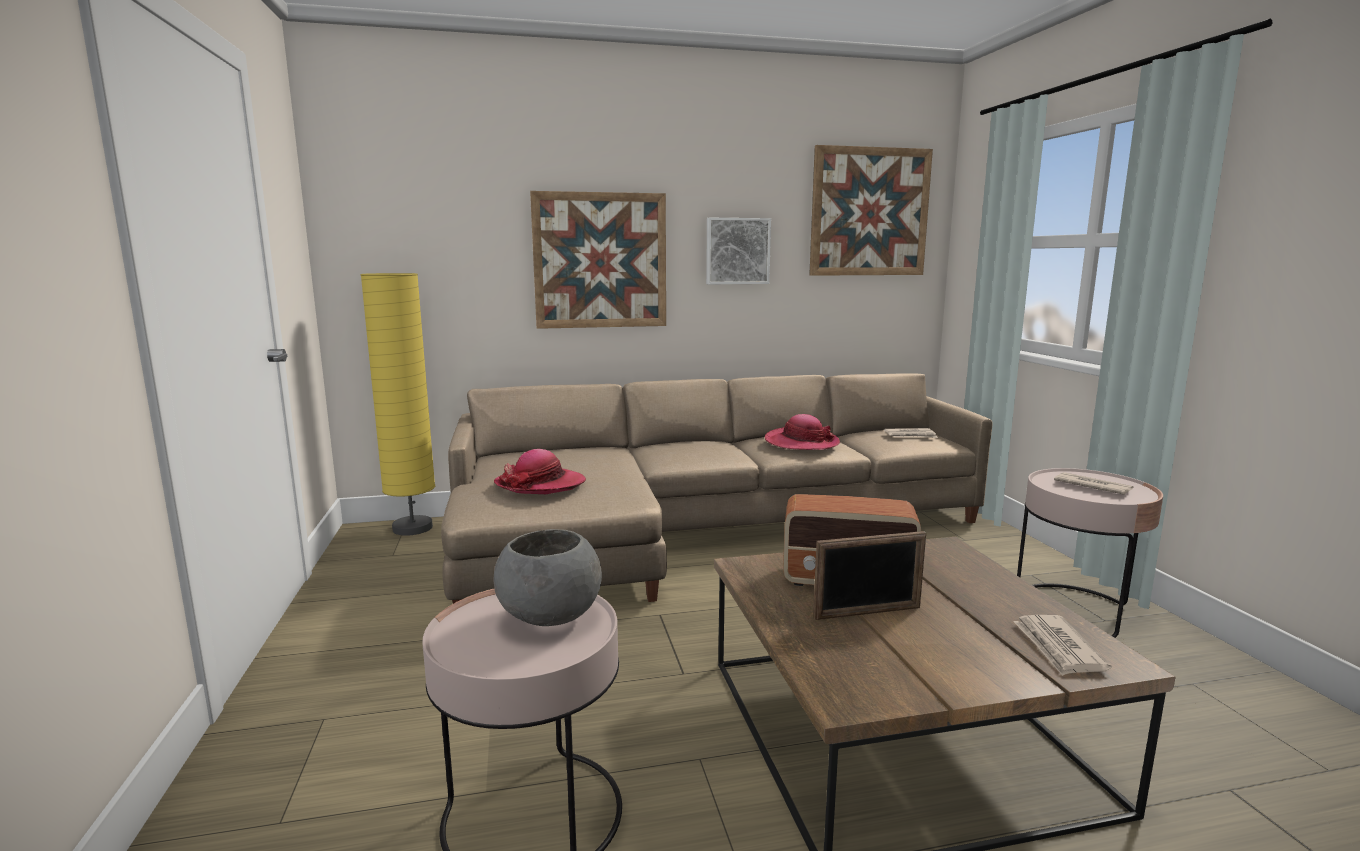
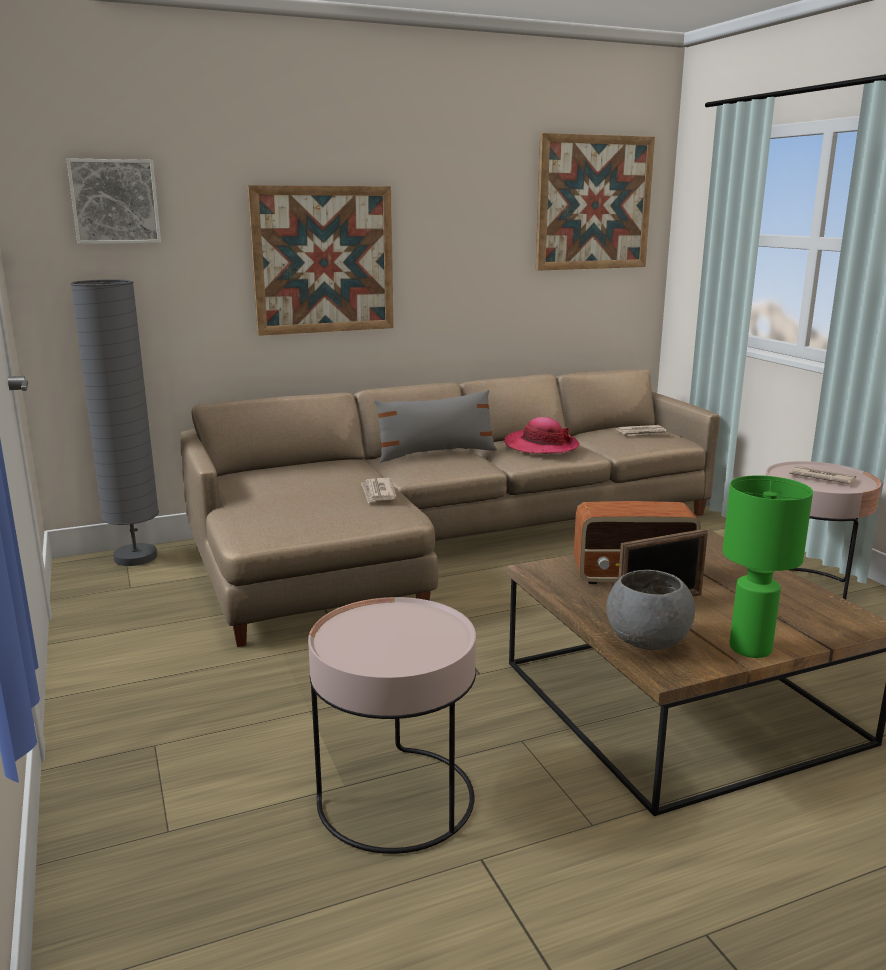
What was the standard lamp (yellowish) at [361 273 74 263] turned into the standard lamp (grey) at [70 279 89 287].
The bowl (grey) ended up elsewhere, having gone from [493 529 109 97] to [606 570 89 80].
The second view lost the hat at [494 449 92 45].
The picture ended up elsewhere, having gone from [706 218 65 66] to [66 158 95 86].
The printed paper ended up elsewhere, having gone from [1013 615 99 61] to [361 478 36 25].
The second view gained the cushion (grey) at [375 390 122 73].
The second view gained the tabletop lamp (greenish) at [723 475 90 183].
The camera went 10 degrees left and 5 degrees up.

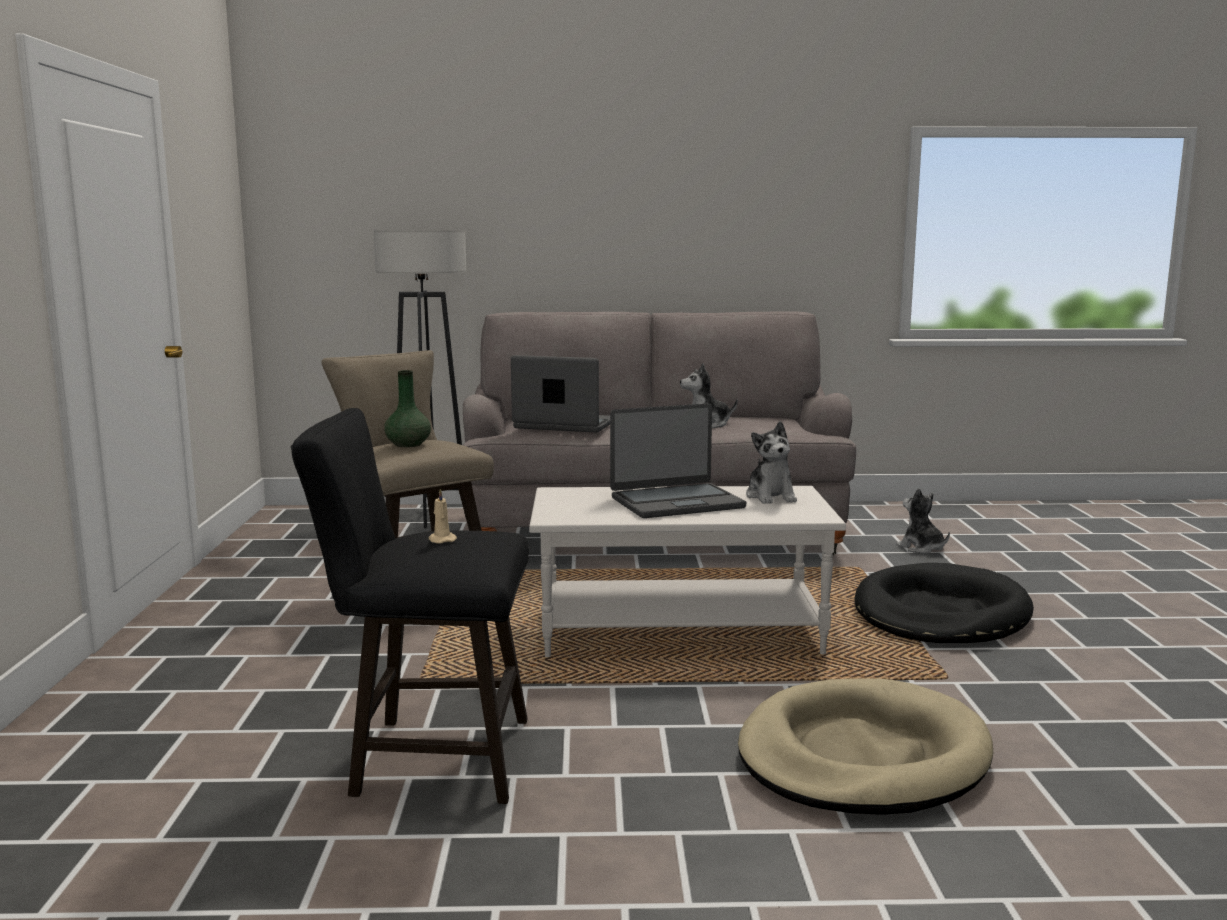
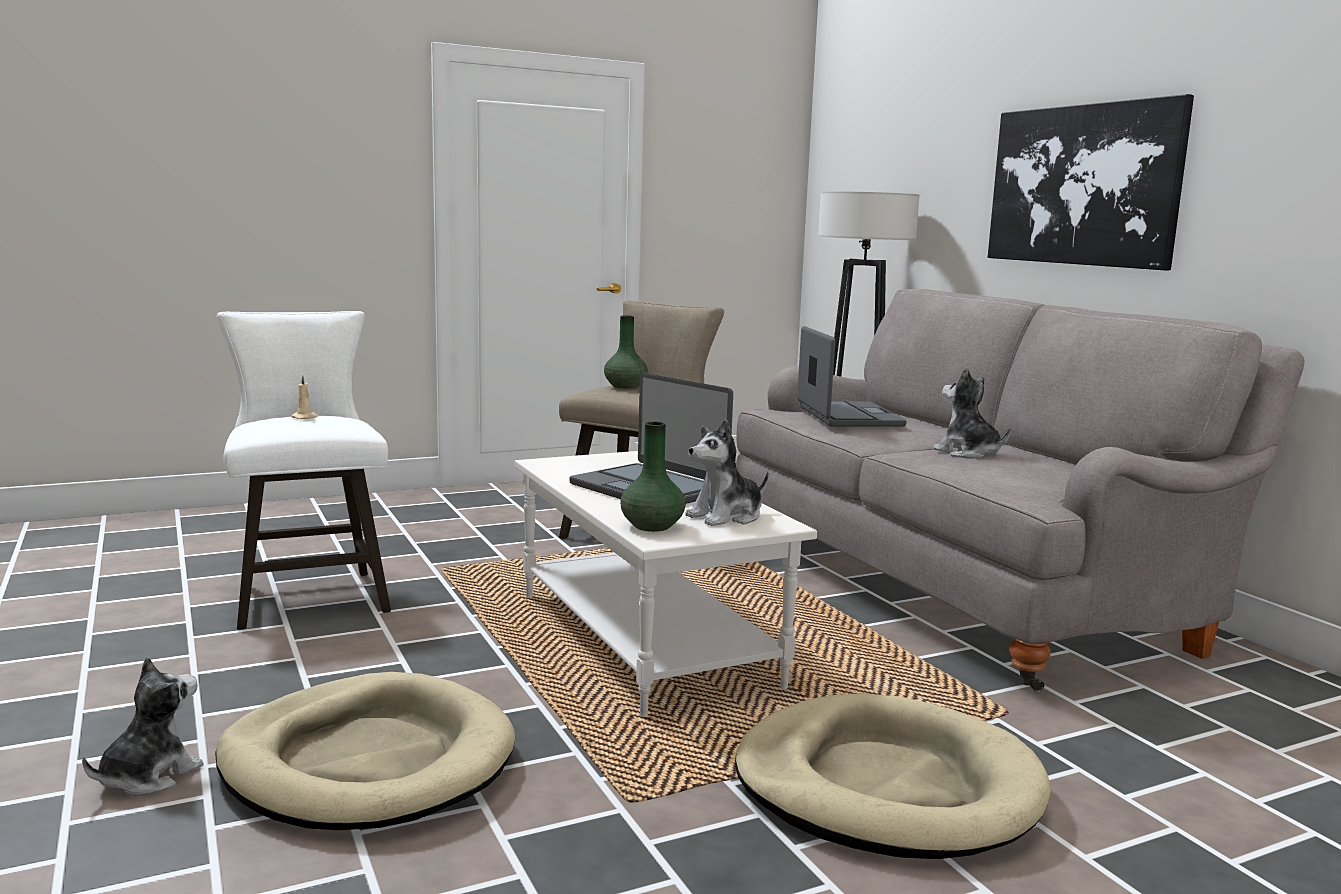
What was the sitting stool (blackish) at [291 408 238 396] turned into the sitting stool (white) at [217 311 174 319].
What was the pet bed (blackish) at [854 563 180 80] turned into the pet bed (beige-coloured) at [735 693 316 166].
The plush toy ended up elsewhere, having gone from [896 488 54 66] to [82 657 122 139].
The second view gained the decorative vase (greenish) at [620 421 66 111].
The second view gained the picture at [988 94 206 177].
The camera went 65 degrees right and 0 degrees up.

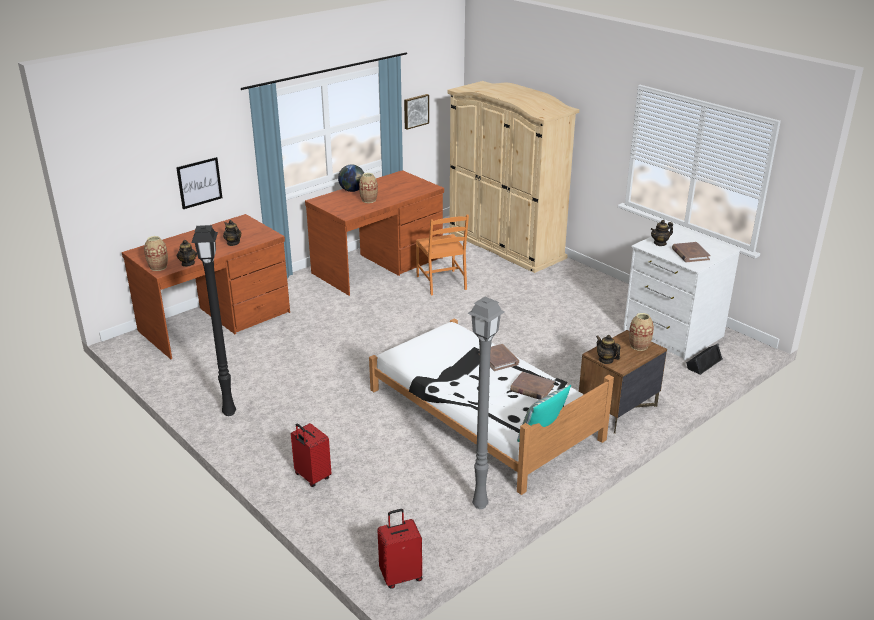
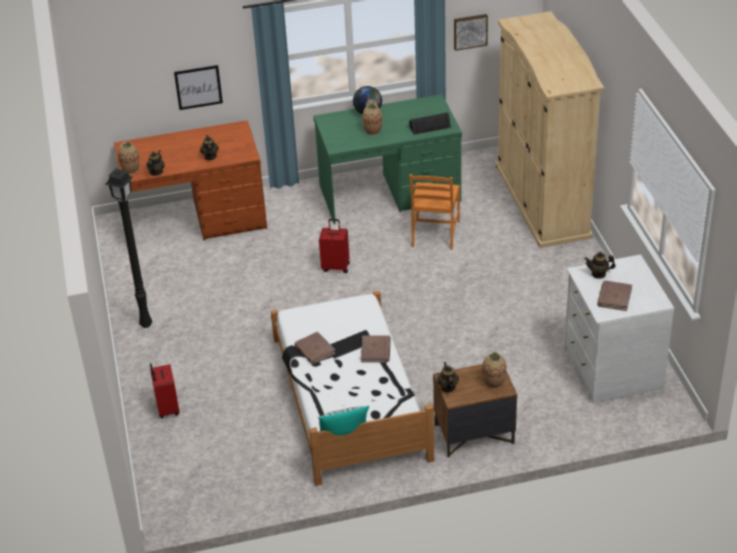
What was the desk table (brown) at [305 170 139 126] turned into the desk table (greenish) at [313 94 149 130].
The travel case (reddish) ended up elsewhere, having gone from [377 509 45 80] to [319 219 31 54].
The second view lost the standard lamp (grey) at [467 297 37 212].
The book (brown) ended up elsewhere, having gone from [510 372 45 28] to [294 332 41 33].
The audio speaker (blackish) ended up elsewhere, having gone from [686 344 37 31] to [409 112 42 23].
The camera went 30 degrees right and 10 degrees up.

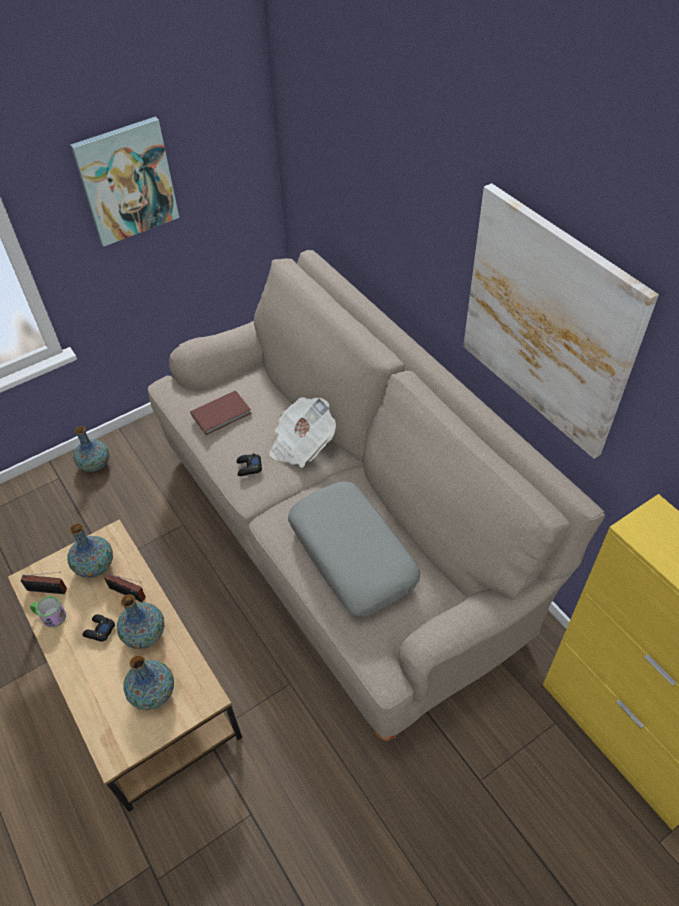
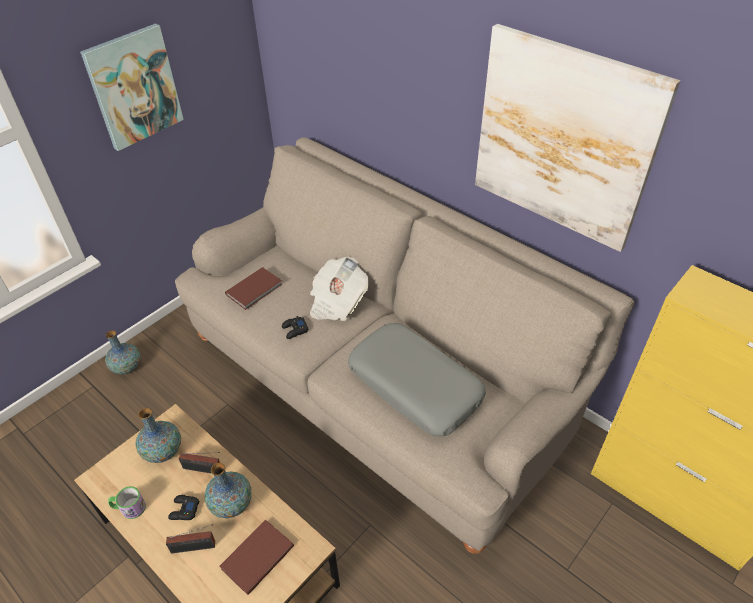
The radio set ended up elsewhere, having gone from [20 572 47 22] to [166 524 49 29].
Where the decorative vase stood at [123 655 51 55], the book (brown) came to stand at [220 520 74 75].
The camera went 15 degrees left and 5 degrees down.

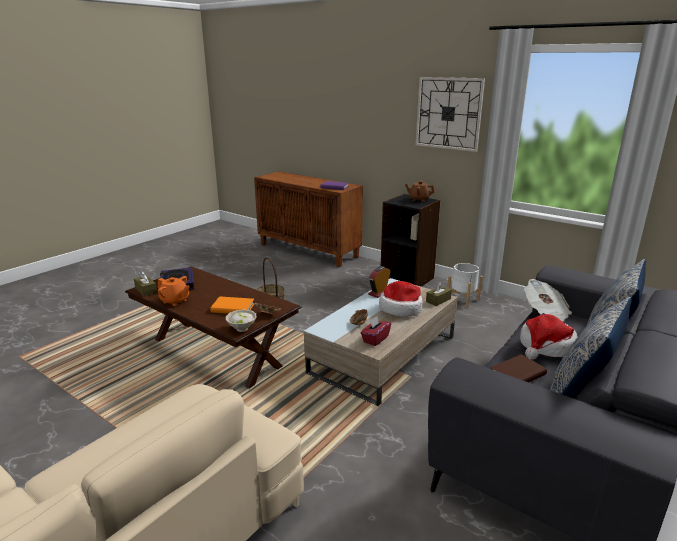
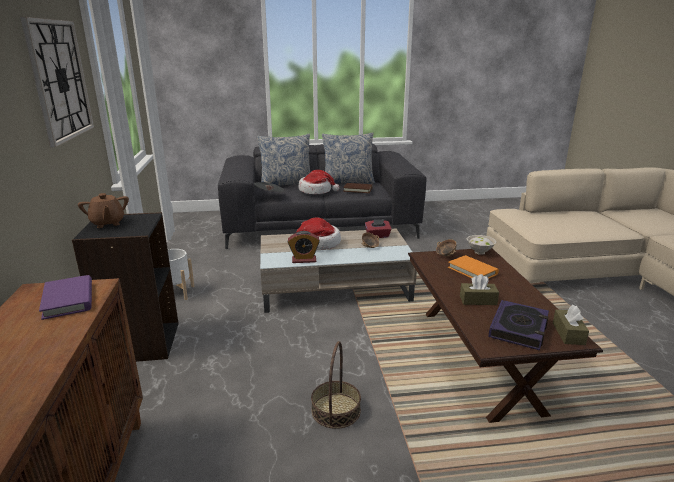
The second view lost the tea pot (orange-coloured) at [158 276 32 30].
The box of tissues (brown) ended up elsewhere, having gone from [426 282 26 24] to [460 274 39 31].
The camera went 135 degrees left and 0 degrees up.

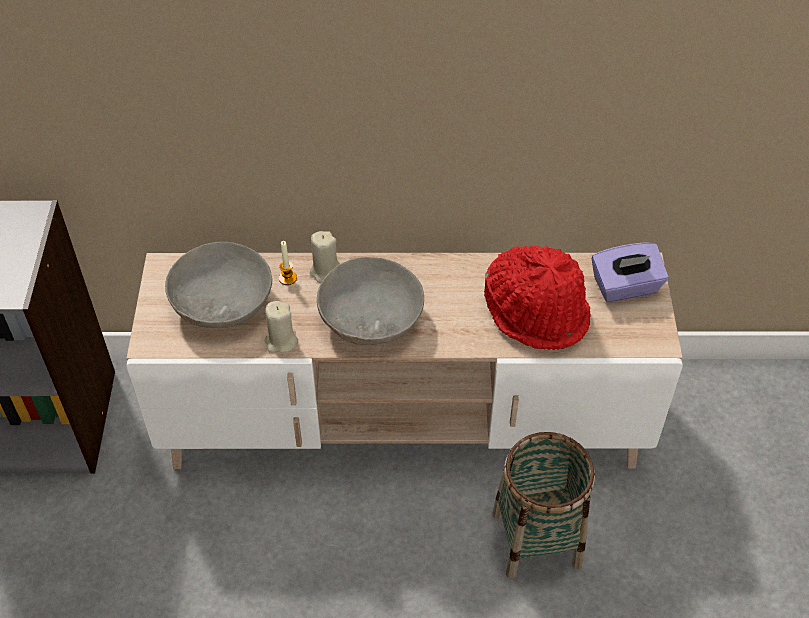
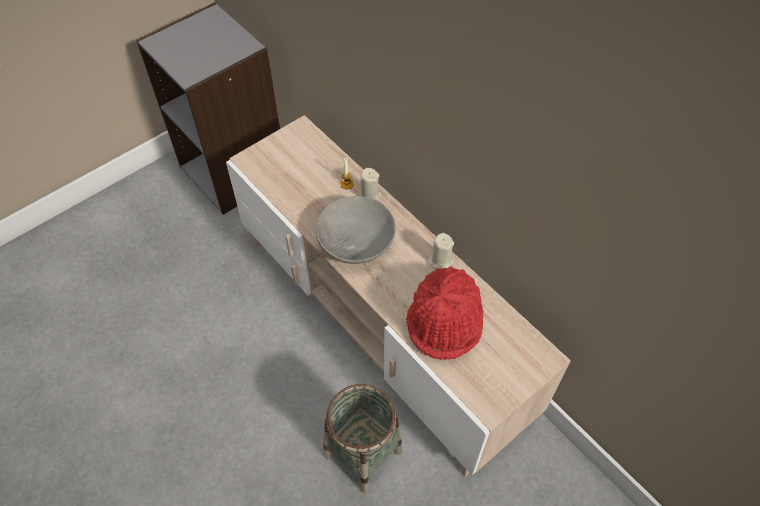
The second view lost the bowl (grey) at [165 242 107 86].
The wax light (beige-coloured) ended up elsewhere, having gone from [265 301 33 52] to [427 233 27 36].
The second view lost the box of tissues (purple-coloured) at [592 242 77 60].
The camera went 50 degrees right and 5 degrees up.

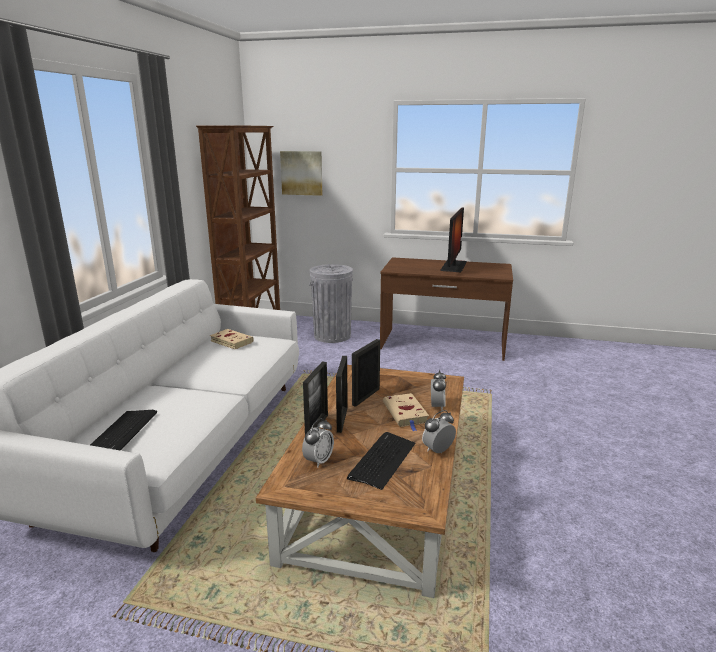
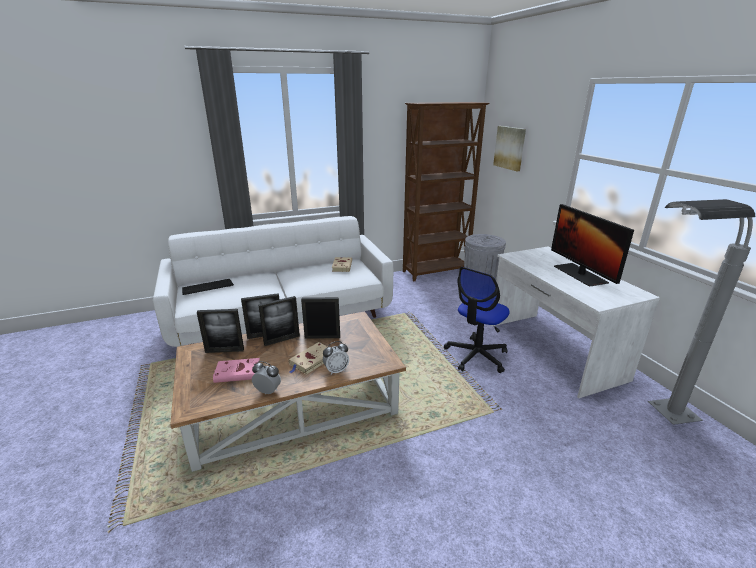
Where the table clock stood at [302 418 32 50], the picture frame came to stand at [197 309 47 44].
Where the keyboard stood at [347 432 68 58], the book (pinkish) came to stand at [213 358 47 25].
What was the desk table (brown) at [380 257 133 104] turned into the desk table (white) at [490 246 170 152].
The monitor at [440 207 27 65] ended up facing another way, 90 degrees clockwise from before.
The second view gained the computer chair at [444 267 66 106].
The second view gained the standard lamp (grey) at [648 199 107 226].
The camera went 55 degrees right and 5 degrees up.

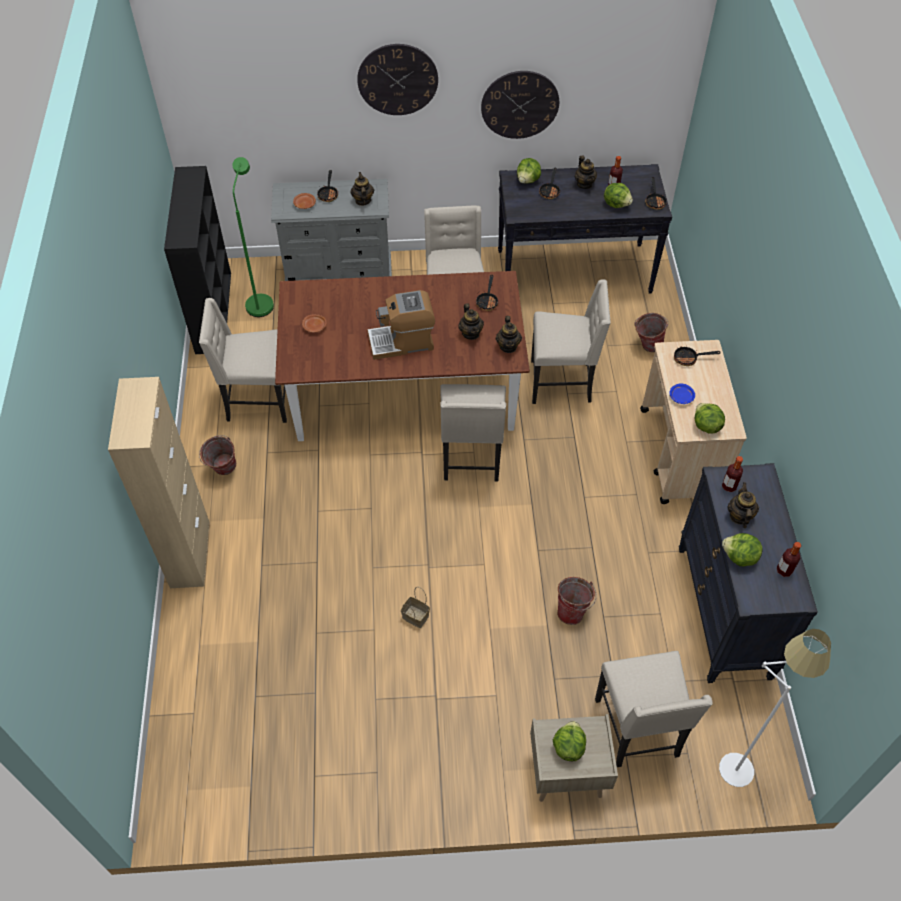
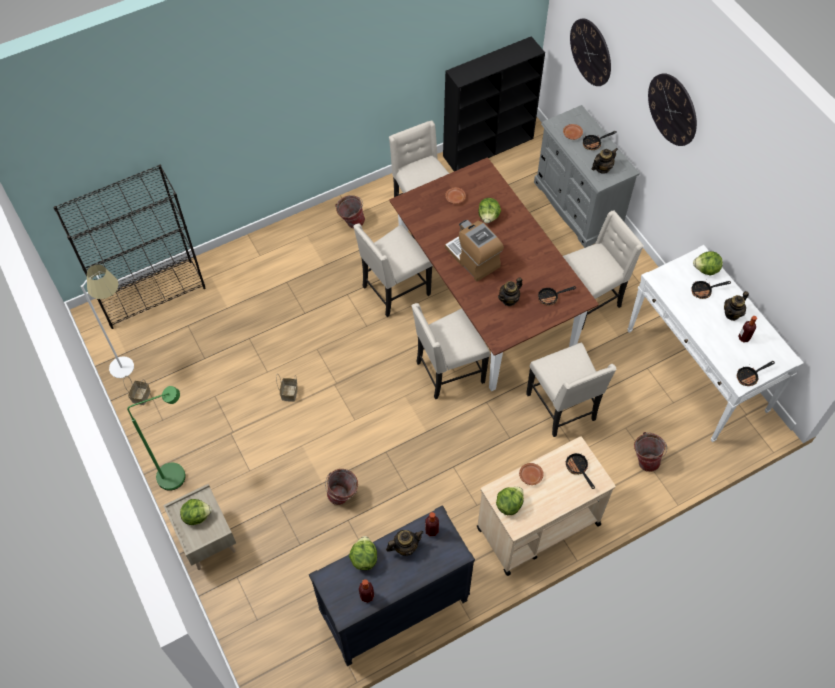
The second view lost the cabinet (beige-coloured) at [108 377 102 211].
The standard lamp (greenish) ended up elsewhere, having gone from [232 157 42 160] to [127 386 59 105].
The clock on the wall ended up elsewhere, having gone from [481 71 78 68] to [570 18 41 68].
The second view lost the tea pot at [495 316 27 37].
What was the console table (blackish) at [498 164 174 129] turned into the console table (white) at [627 245 177 197].
The chair (beige-coloured) ended up elsewhere, having gone from [595 651 118 116] to [353 224 80 93].
The lettuce ended up elsewhere, having gone from [604 183 29 25] to [478 198 23 25].
What was the dinner plate (blue) at [669 383 26 21] turned into the dinner plate (brown) at [519 463 25 22].
The standard lamp (white) ended up elsewhere, having gone from [719 629 112 158] to [81 264 53 114].
The second view gained the bookcase (blackish) at [53 165 153 164].
The second view gained the household basket at [123 376 27 29].
The camera went 65 degrees right and 5 degrees up.

